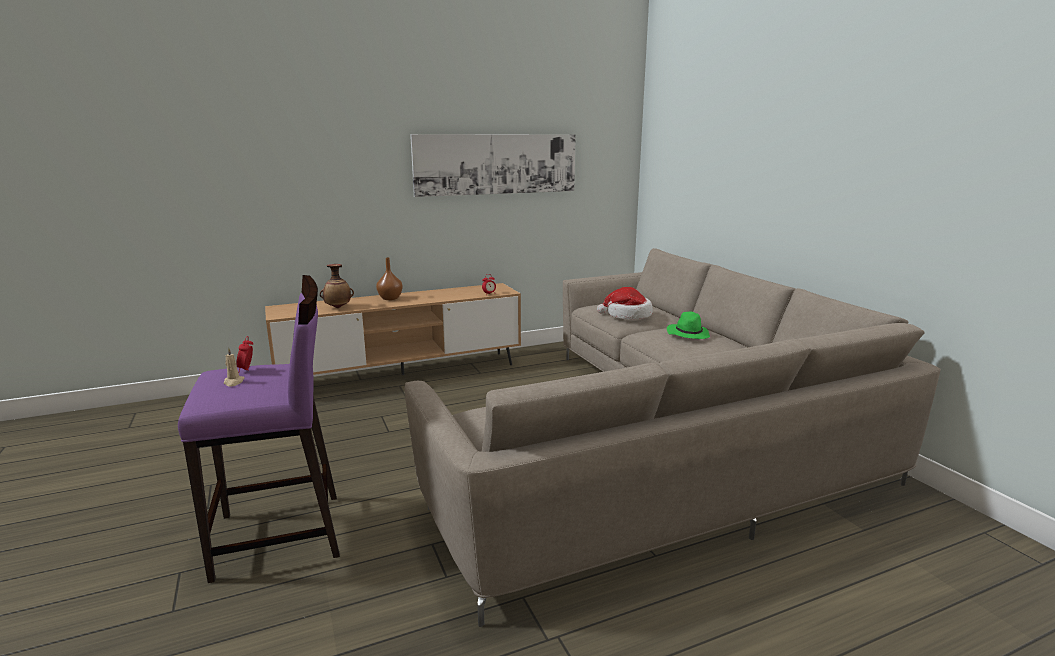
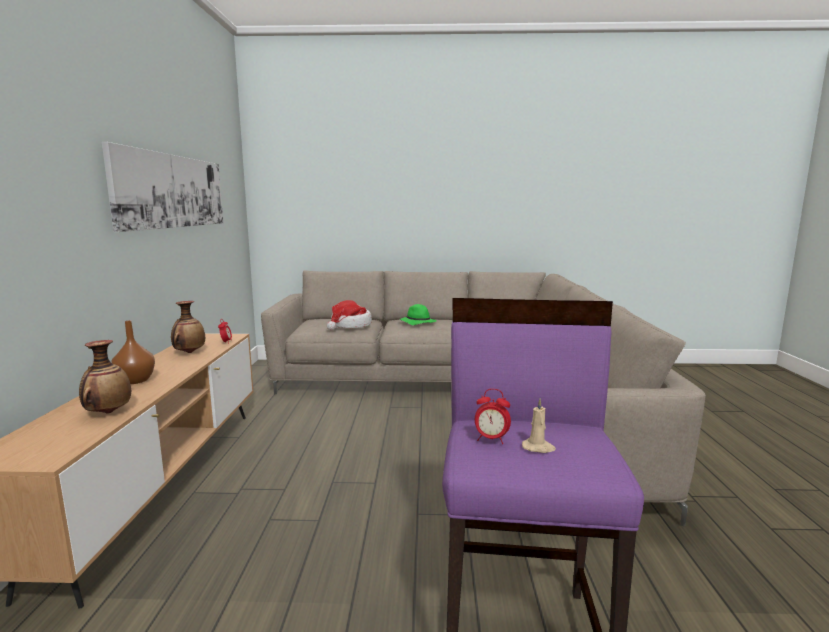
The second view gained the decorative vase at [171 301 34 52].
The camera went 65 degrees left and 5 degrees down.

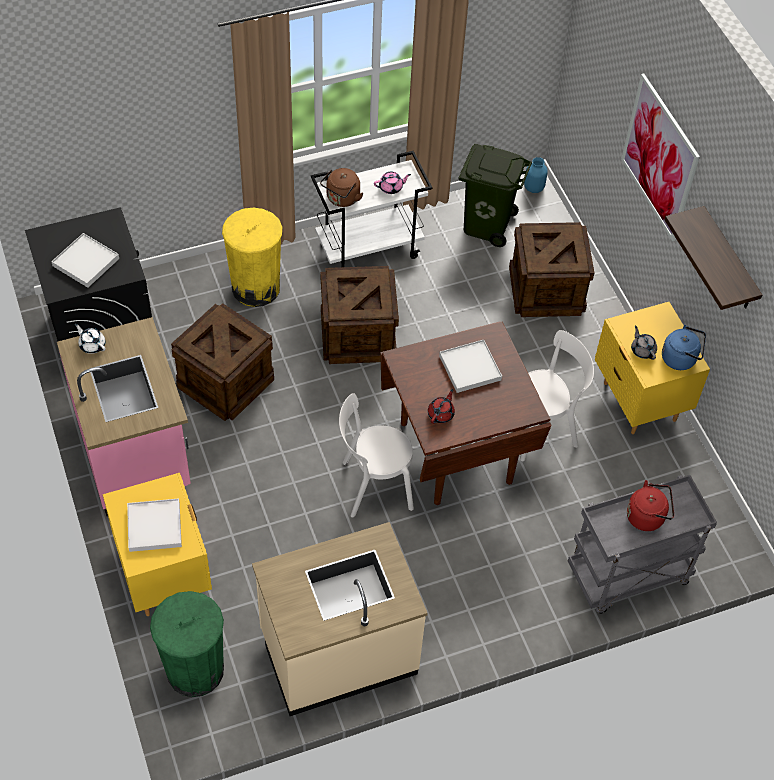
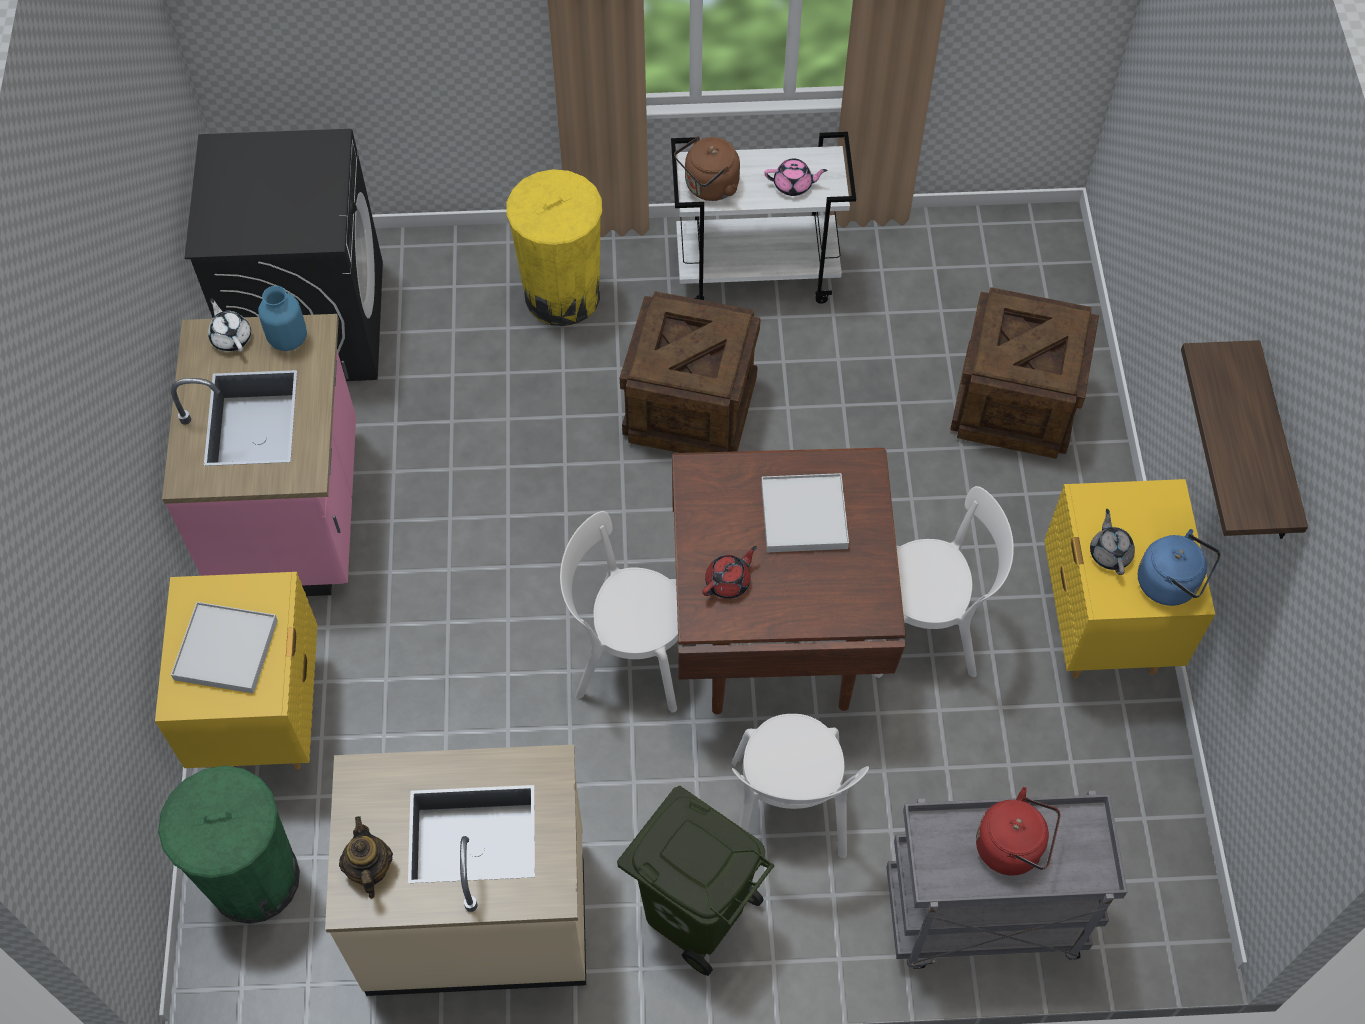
The second view lost the serving tray (white) at [51 233 68 55].
The second view lost the packing crate at [171 303 103 118].
The rubbish bin (greenish) ended up elsewhere, having gone from [458 144 74 103] to [617 786 157 190].
The decorative vase (blue) ended up elsewhere, having gone from [524 157 24 36] to [258 286 49 65].
The second view lost the picture at [621 74 79 167].
The second view gained the tea pot at [339 816 54 83].
The second view gained the chair (white) at [732 714 137 144].
The camera went 20 degrees right and 5 degrees up.

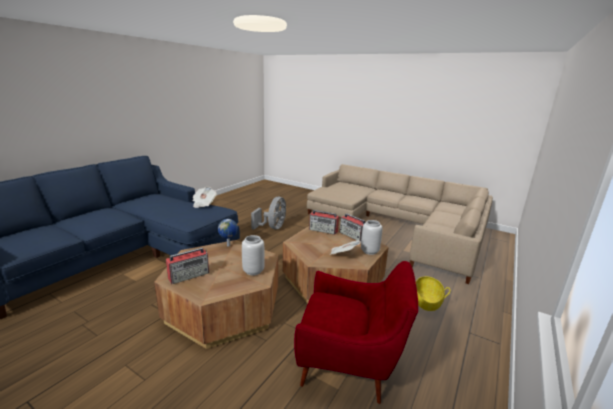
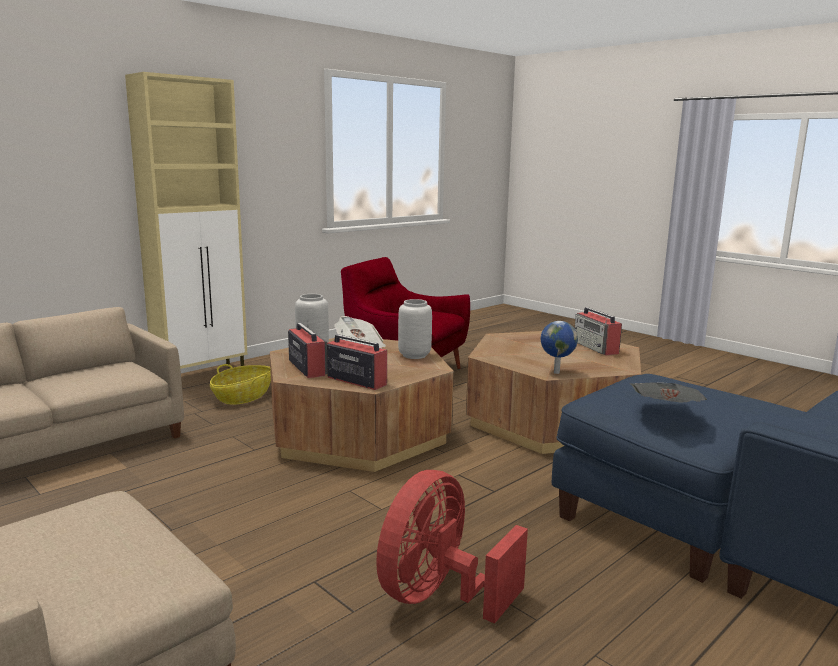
The radio set at [166 248 43 36] ended up facing another way, 90 degrees counterclockwise from before.
The decorative vase (grey) ended up elsewhere, having gone from [242 235 23 41] to [398 299 34 60].
What was the fan (grey) at [251 197 35 33] turned into the fan (reddish) at [376 470 152 154].
The second view gained the cabinet (beige-coloured) at [125 72 122 297].
The camera went 165 degrees left and 5 degrees down.

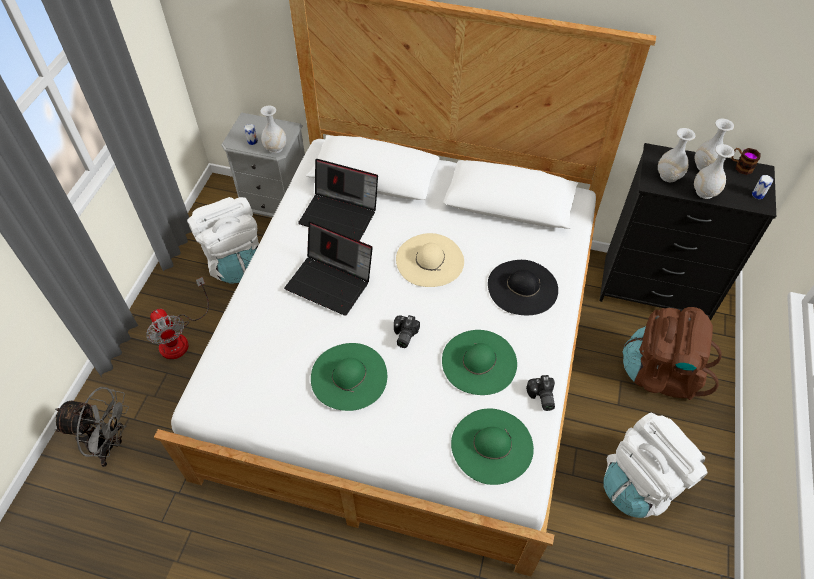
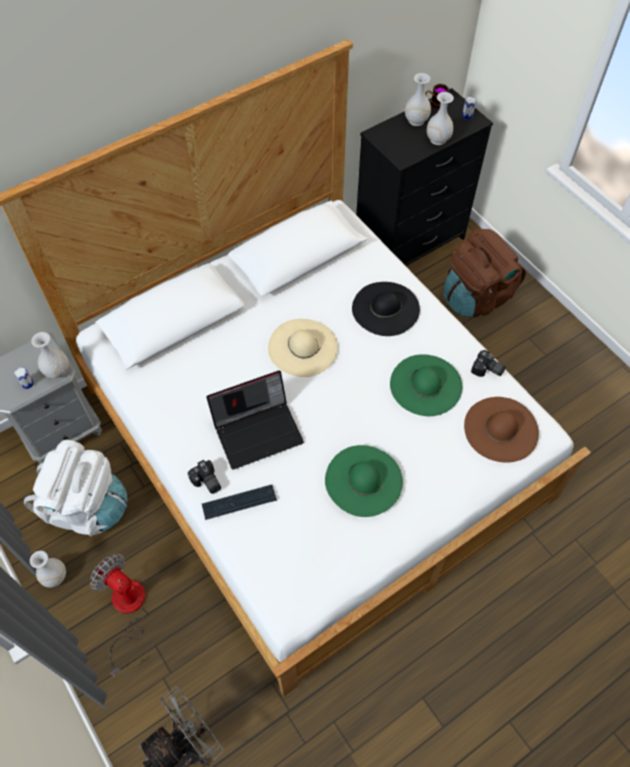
The fan at [146 277 63 82] ended up facing another way, 150 degrees counterclockwise from before.
The second view lost the notebook computer at [298 159 80 82].
The photo camera ended up elsewhere, having gone from [394 315 26 33] to [188 460 33 34].
What was the hat (greenish) at [451 409 83 76] turned into the hat (brown) at [464 397 75 65].
The second view lost the rucksack (white) at [603 413 105 105].
The decorative vase (white) ended up elsewhere, having gone from [658 128 38 54] to [30 551 36 37].
The second view gained the keyboard at [202 485 75 35].
The camera went 50 degrees left and 5 degrees up.

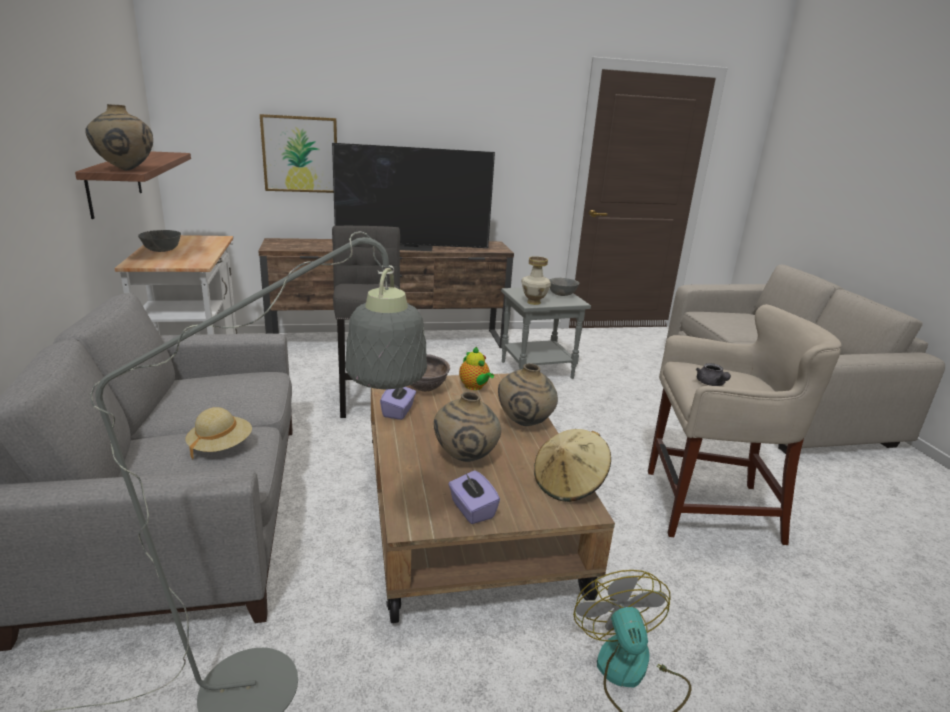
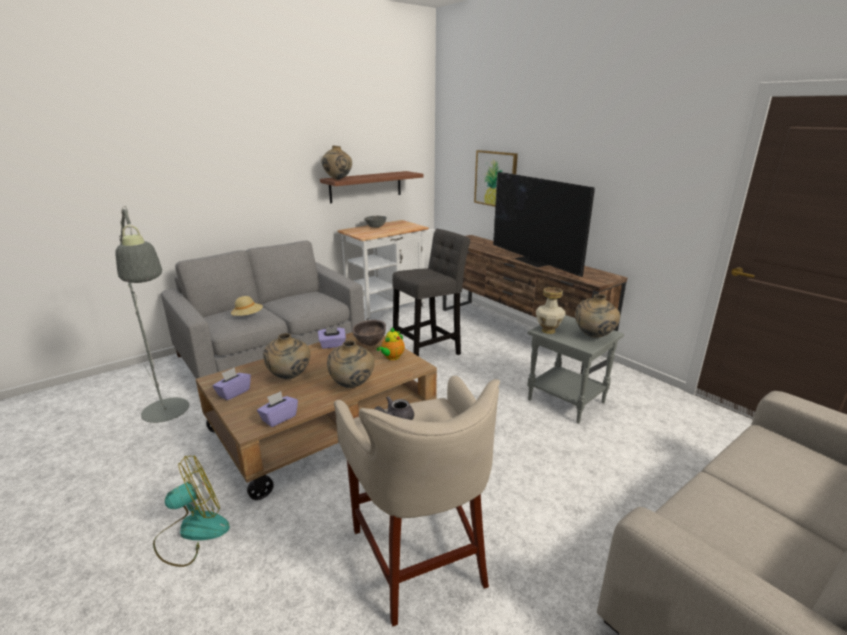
Where the hat (beige-coloured) stood at [534 429 77 73], the box of tissues (purple-coloured) came to stand at [257 391 41 36].
Where the bowl (grey) stood at [549 278 30 18], the decorative vase (beige-coloured) came to stand at [575 294 45 44].
The camera went 65 degrees right and 0 degrees up.

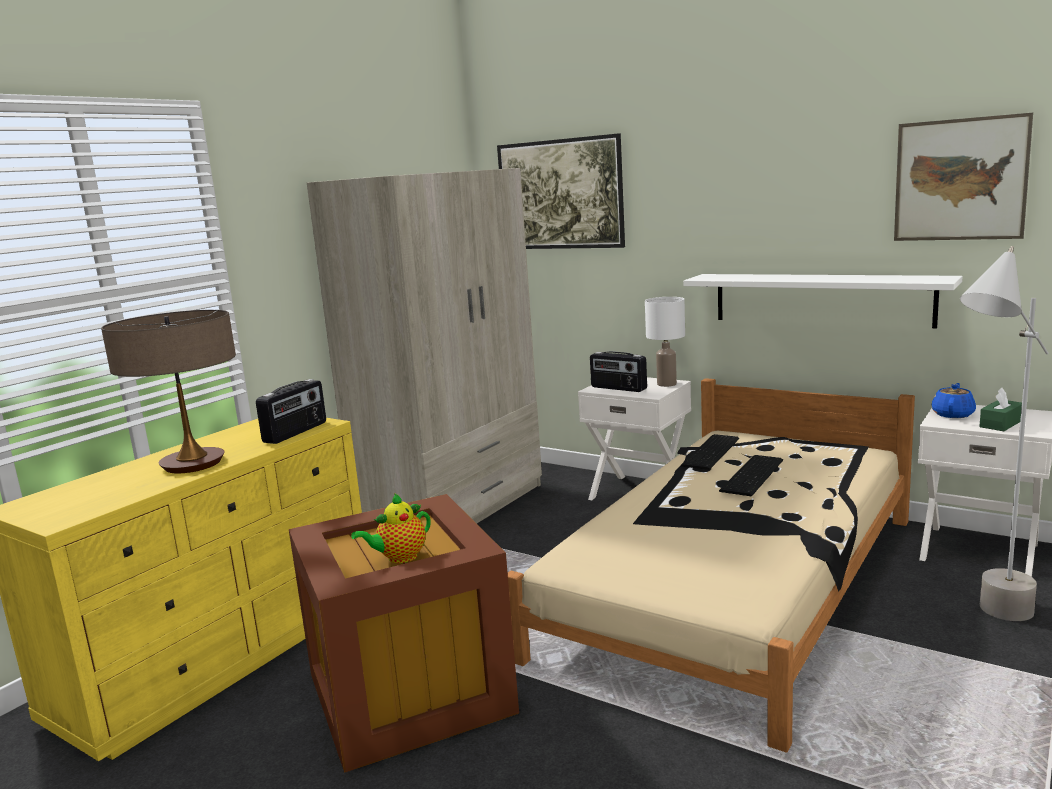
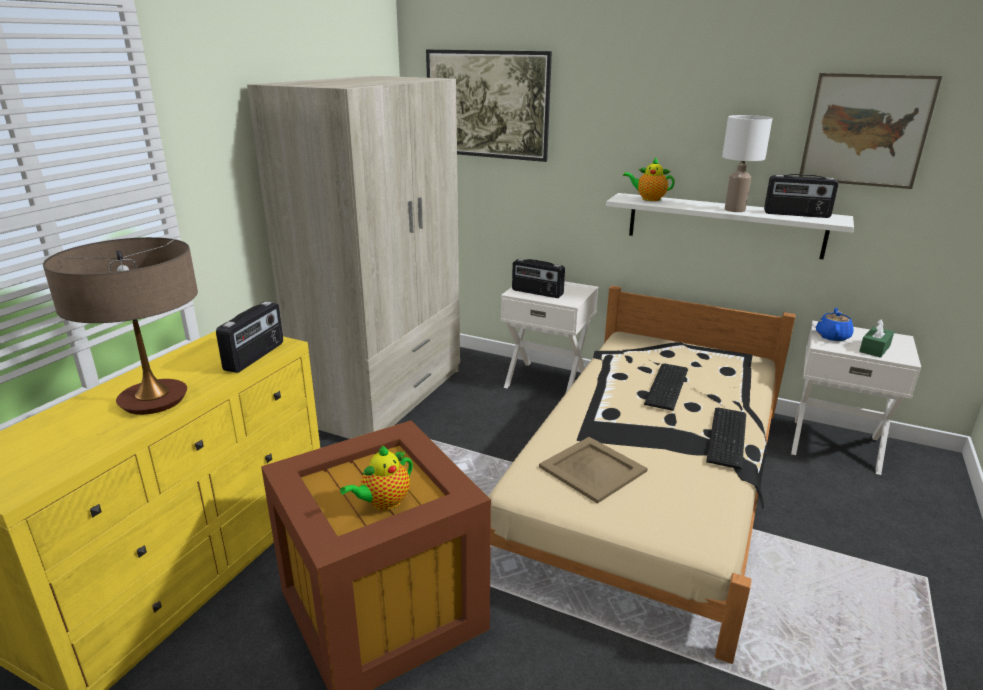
The tabletop lamp (white) ended up elsewhere, having gone from [645 297 40 90] to [722 115 51 97].
The keyboard ended up elsewhere, having gone from [680 434 59 36] to [706 408 40 62].
The second view lost the standard lamp (grey) at [960 246 88 375].
The second view gained the serving tray (beige-coloured) at [539 437 109 67].
The second view gained the tea pot at [623 158 52 43].
The second view gained the radio set at [764 174 75 44].
The camera went 10 degrees left and 10 degrees up.

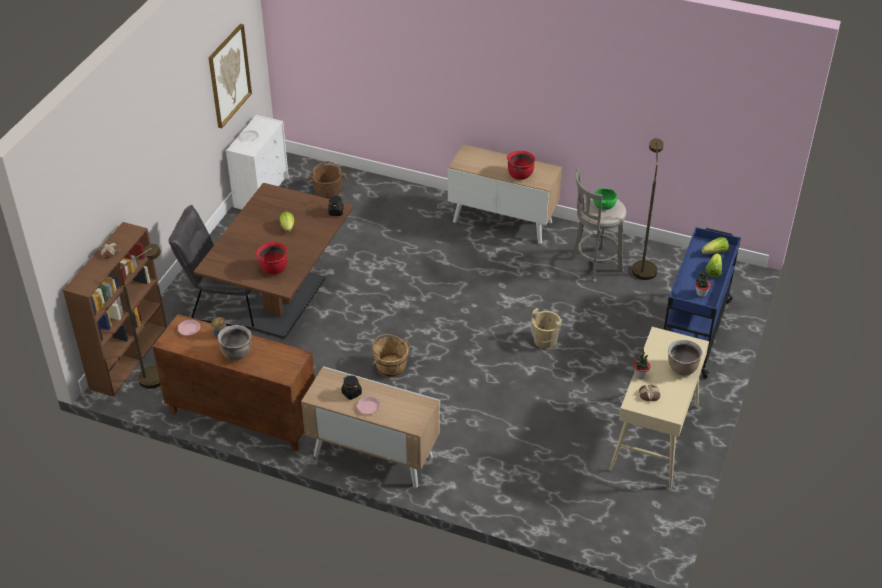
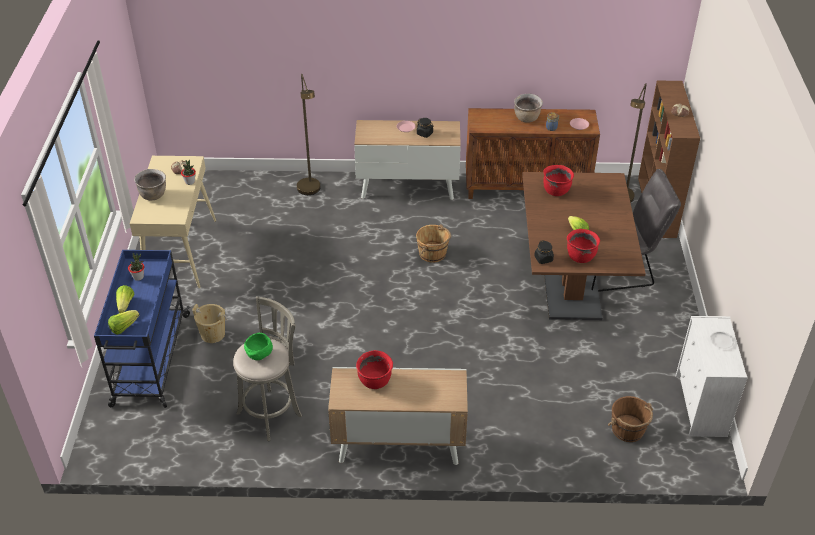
The second view lost the picture at [208 24 44 104].
The bucket (beige-coloured) ended up elsewhere, having gone from [531 308 31 41] to [192 304 35 39].
The standard lamp (brown) ended up elsewhere, having gone from [632 138 32 142] to [297 74 23 121].
The second view gained the stockpot (reddish) at [567 229 33 34].
The camera went 160 degrees right and 0 degrees up.

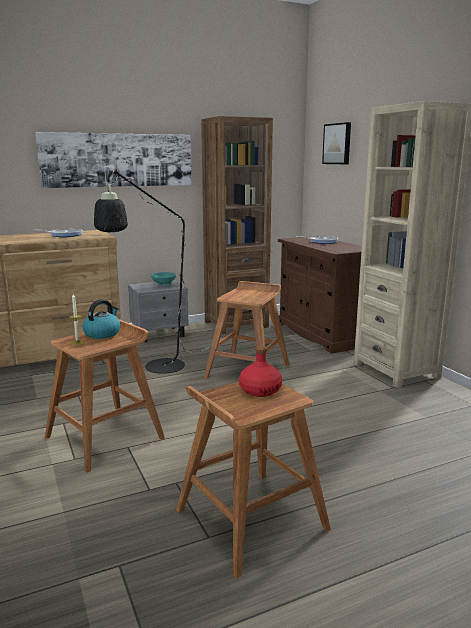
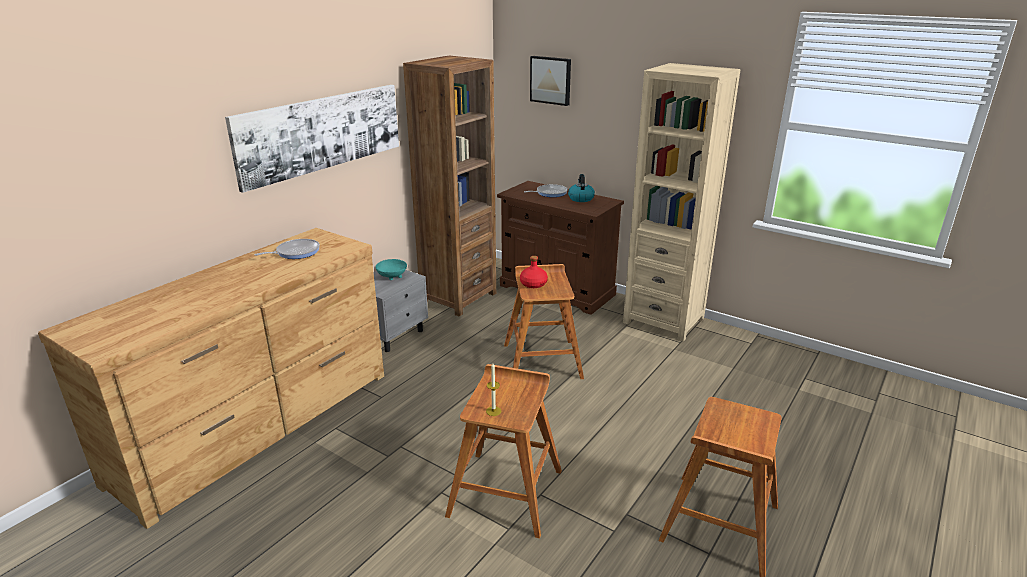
The water kettle ended up elsewhere, having gone from [82 299 39 40] to [568 174 27 28].
The second view lost the standard lamp (blackish) at [94 169 115 205].
The beverage bottle (reddish) ended up elsewhere, having gone from [239 345 43 52] to [520 256 28 32].
The camera went 30 degrees left and 10 degrees up.

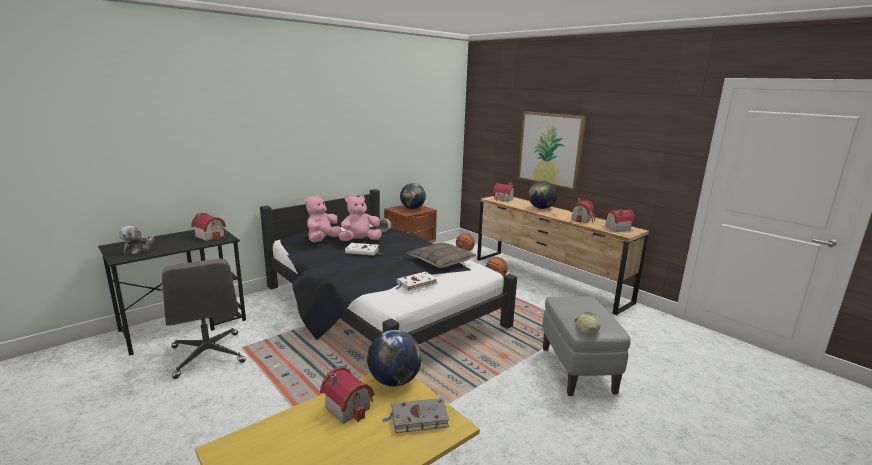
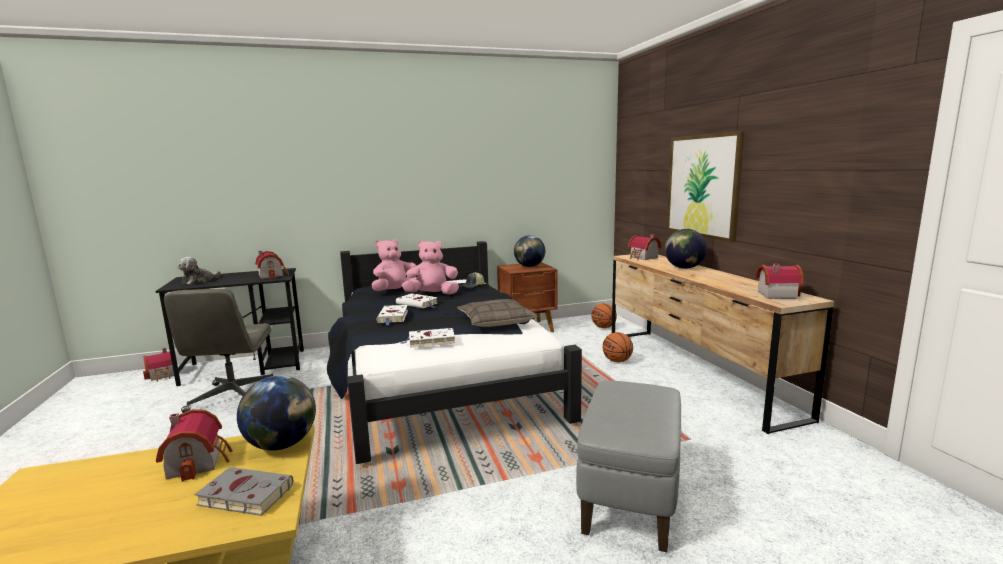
The model house ended up elsewhere, having gone from [570 198 25 25] to [143 348 31 34].
The second view lost the cap at [574 312 27 22].
The second view gained the book (white) at [377 305 31 20].
The camera went 25 degrees right and 5 degrees down.

